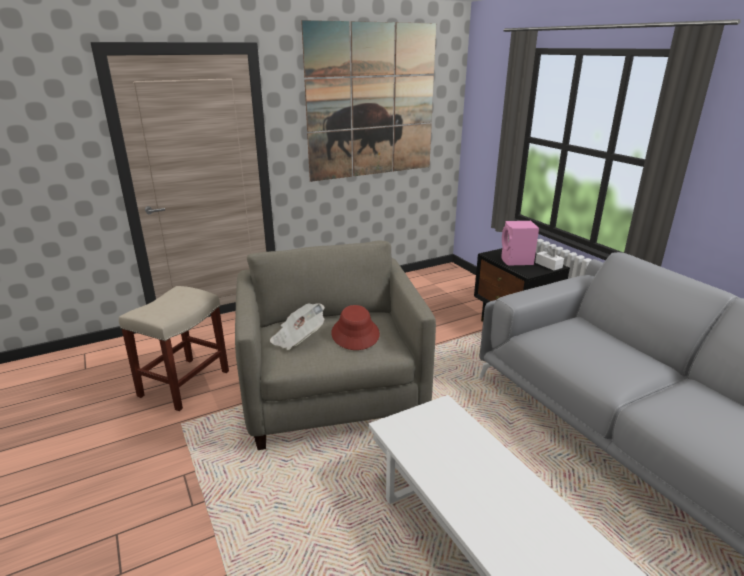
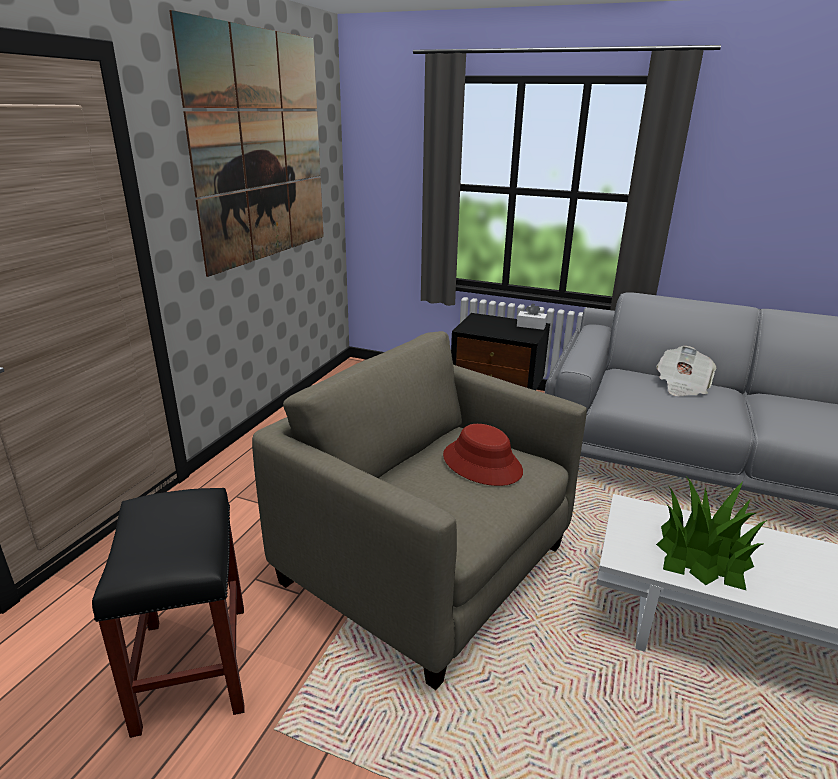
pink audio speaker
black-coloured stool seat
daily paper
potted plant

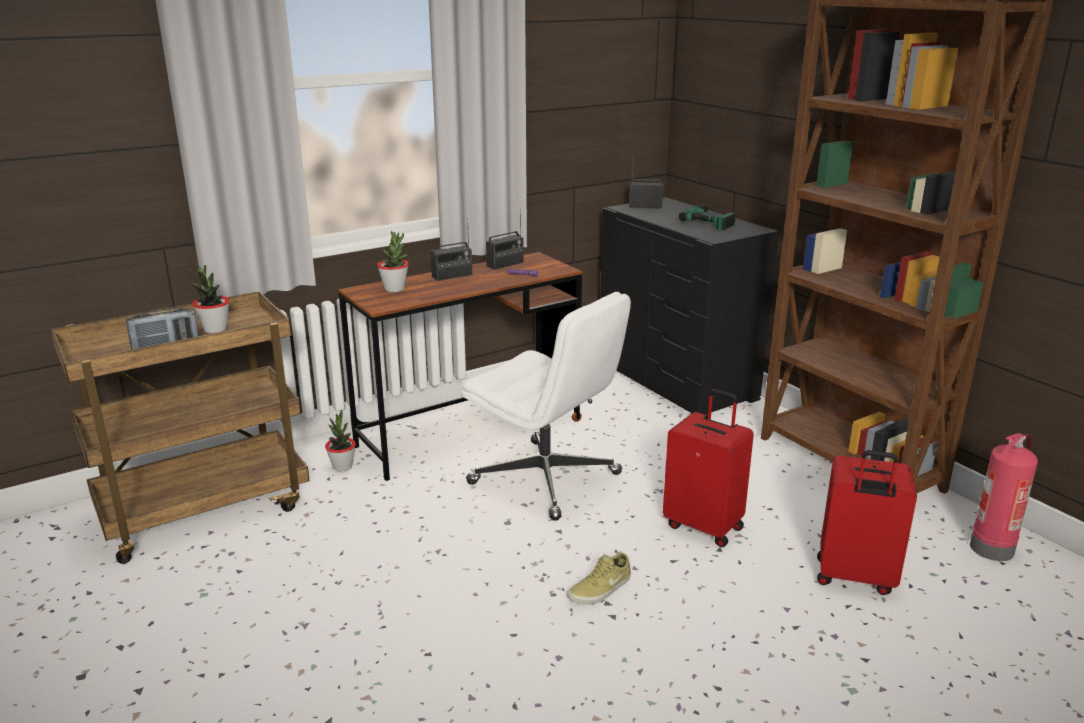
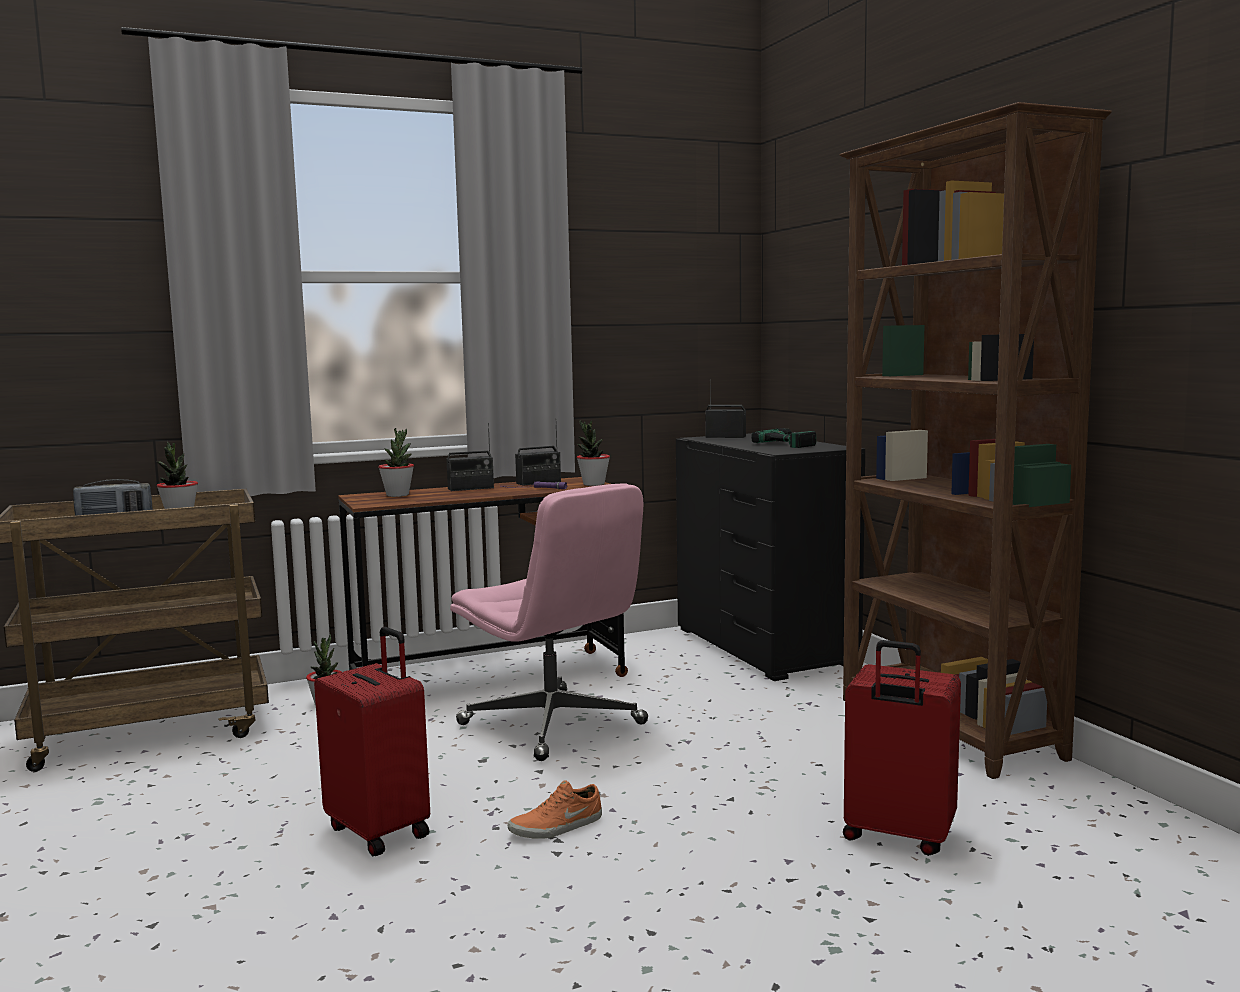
pink computer chair
reddish suitcase (1st from left)
fire-fighting cylinder
orange item of footwear
potted plant (4th from left)

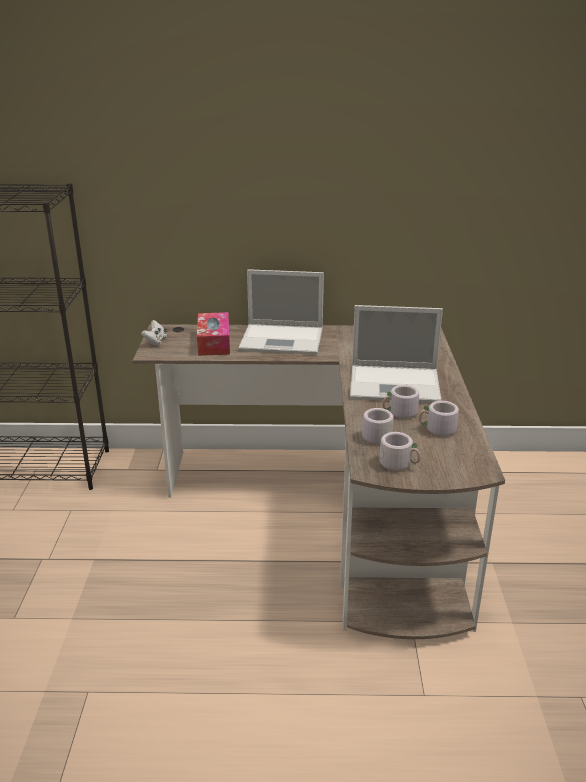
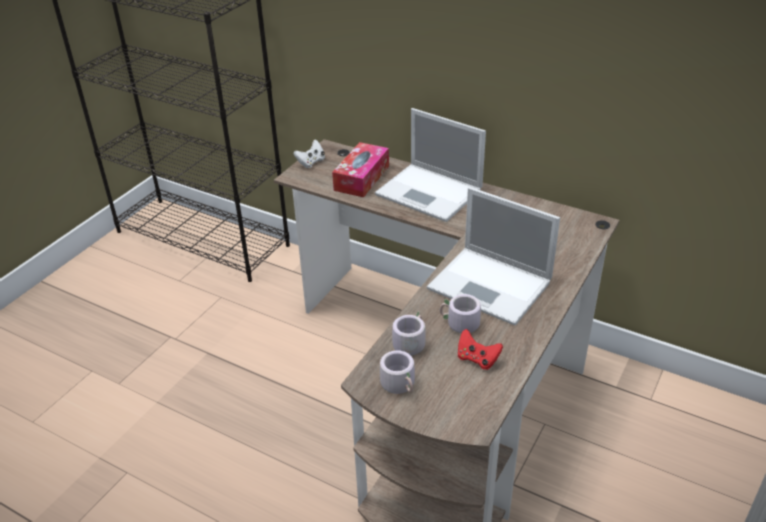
reddish gamepad

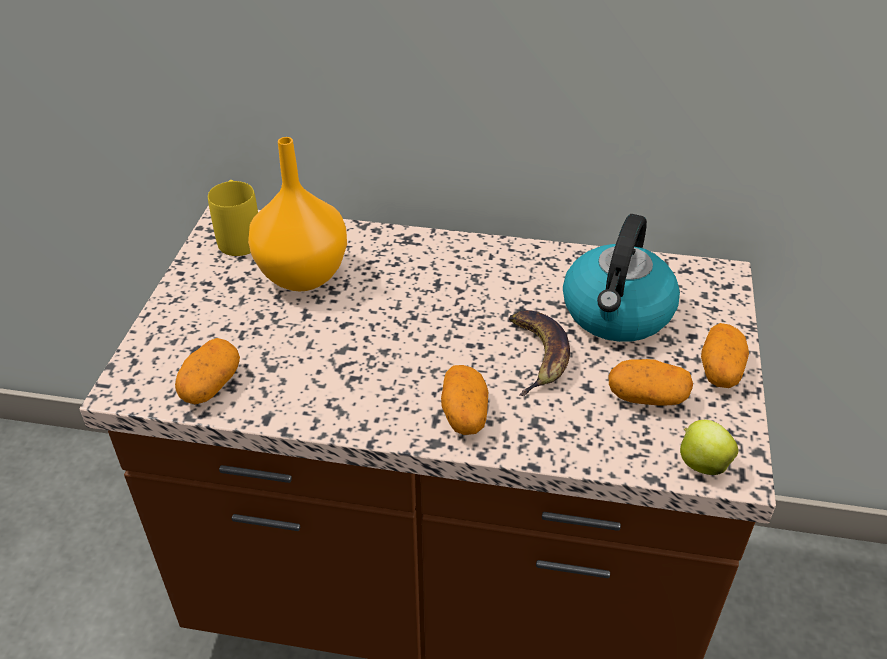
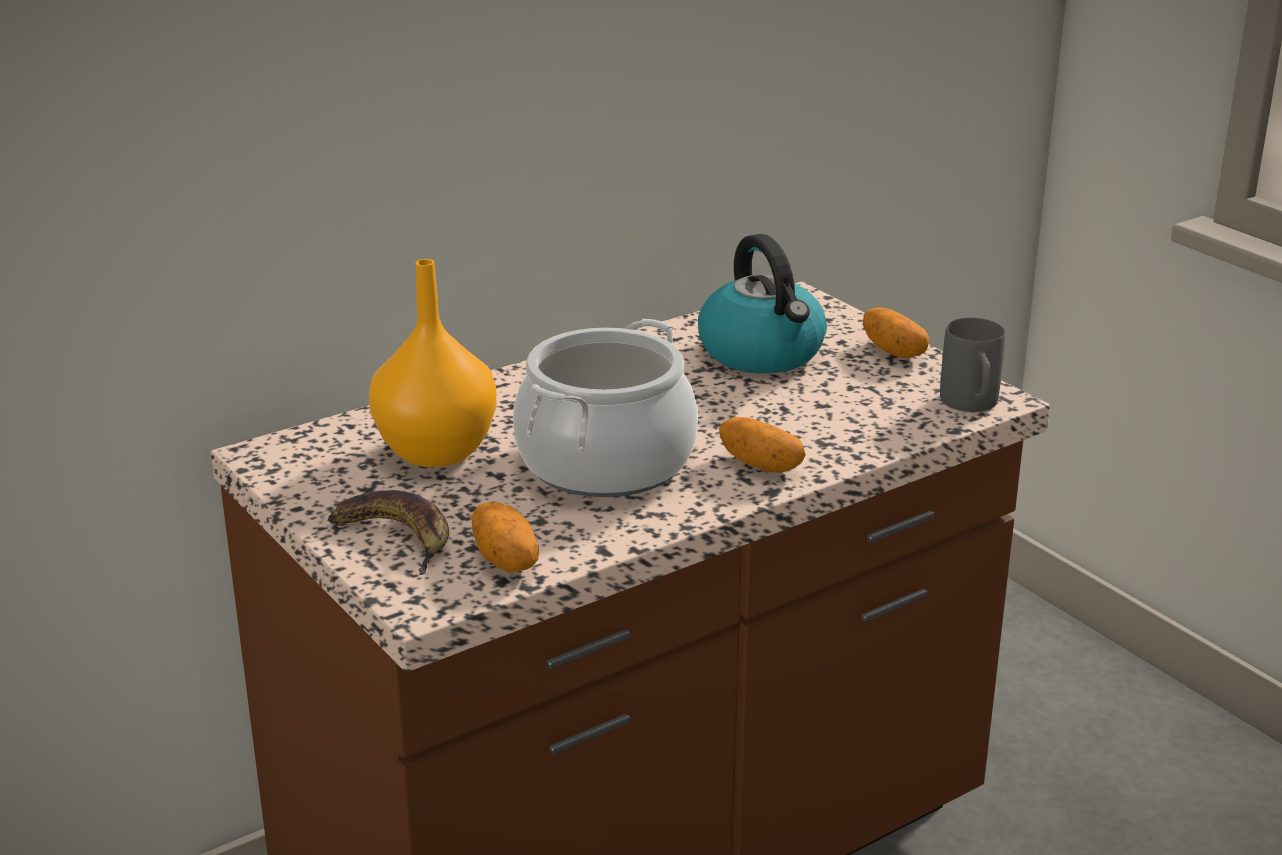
yellow-coloured tea mug
banana
whole potato (3rd from left in the first image)
grey tea mug
stockpot

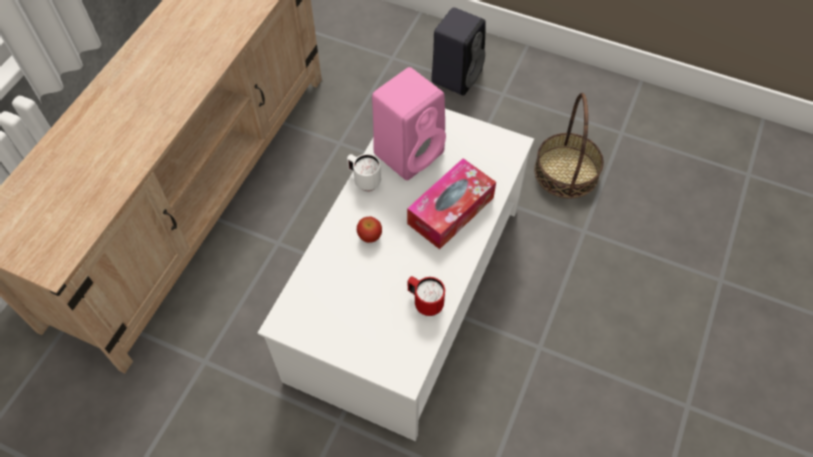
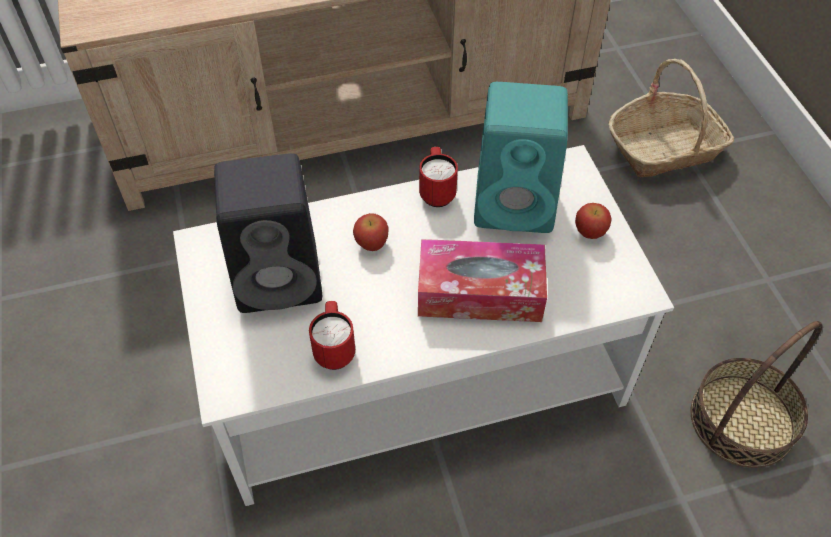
black-coloured audio speaker
blue-green audio speaker
reddish tea mug (2nd from left)
basket (1st from left)
apple (2nd from left)

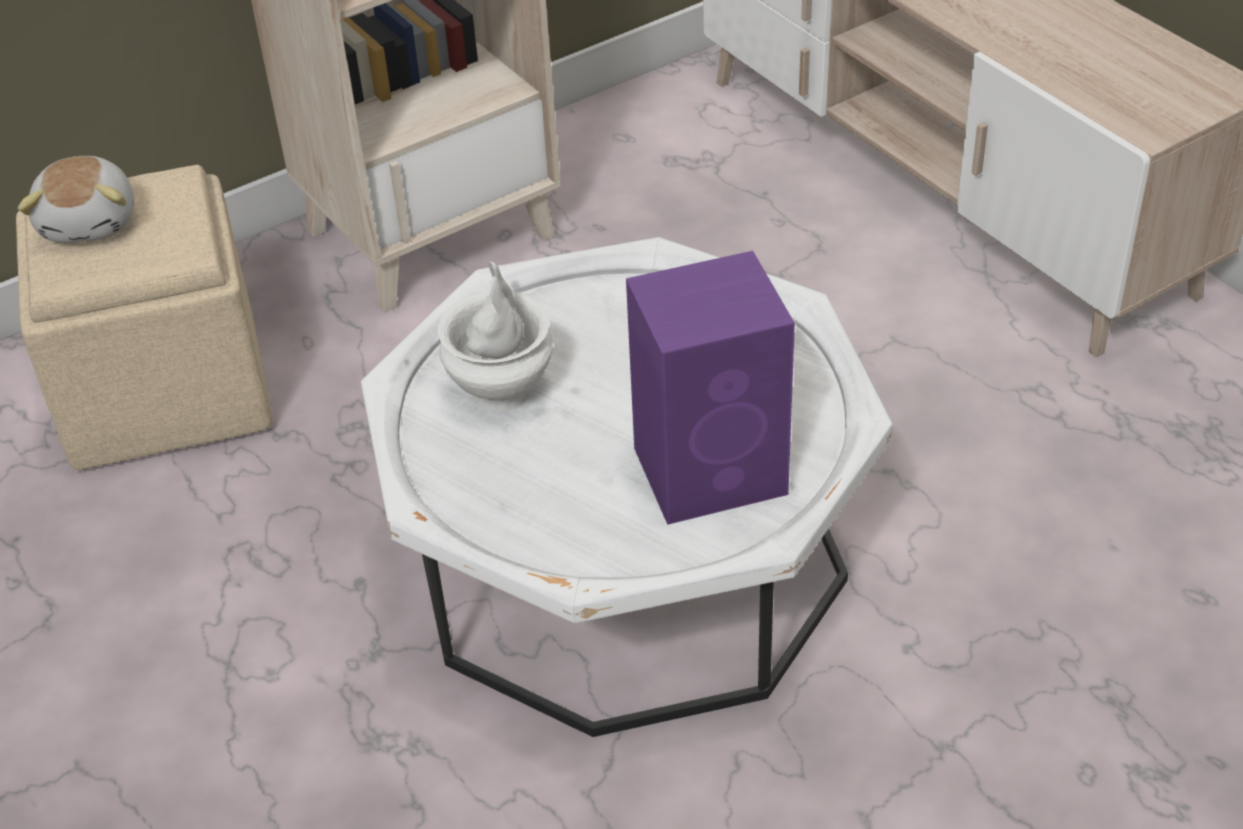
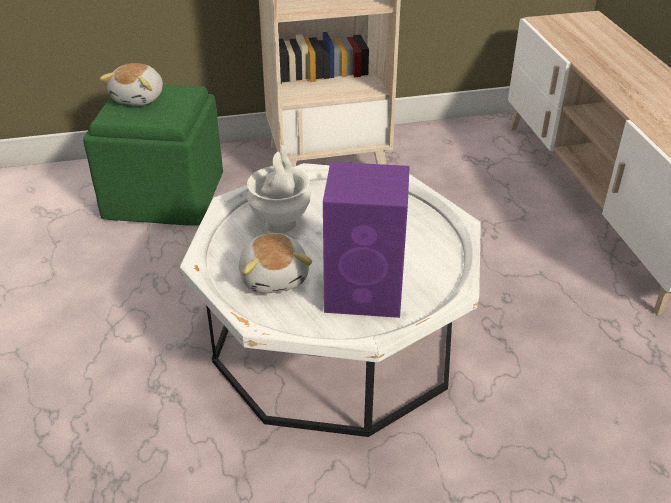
green pouffe
cuddly toy (2nd from left)

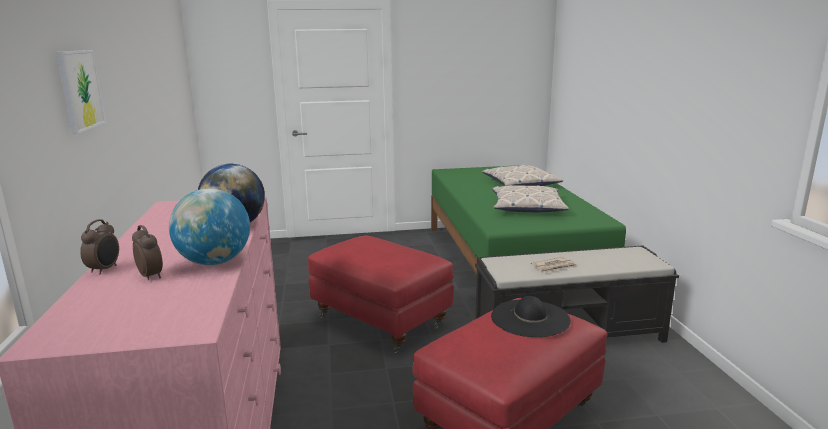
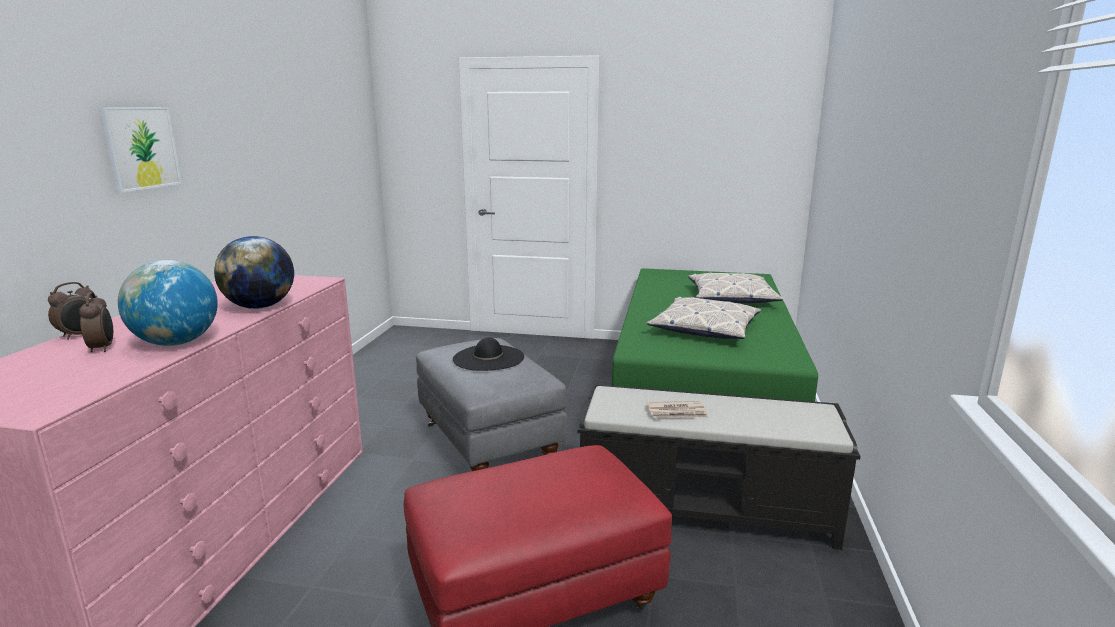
grey pouffe
black-coloured wearable hat

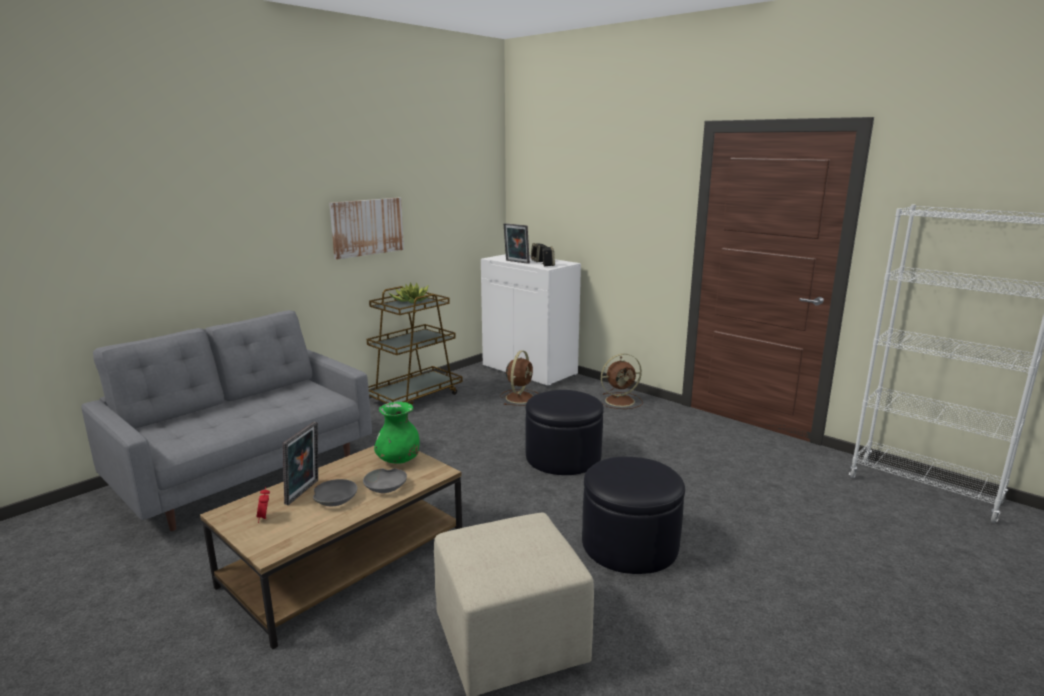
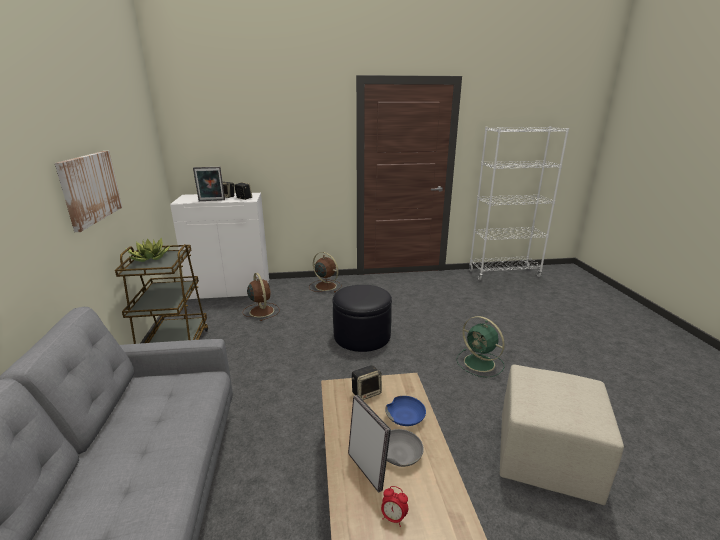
brown cooling fan (2nd from left)
audio speaker (3rd from left)
green cooling fan
bluish deep dish

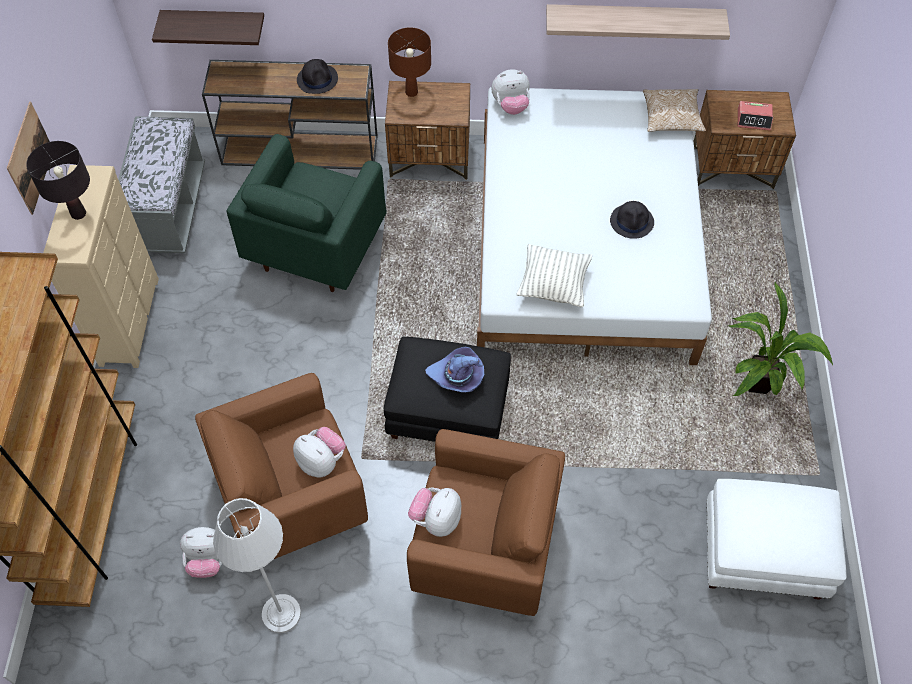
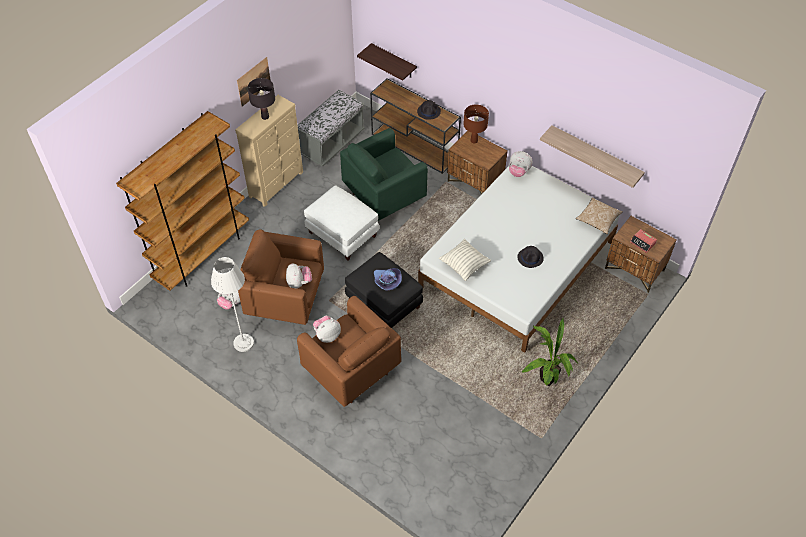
whitish pouffe

